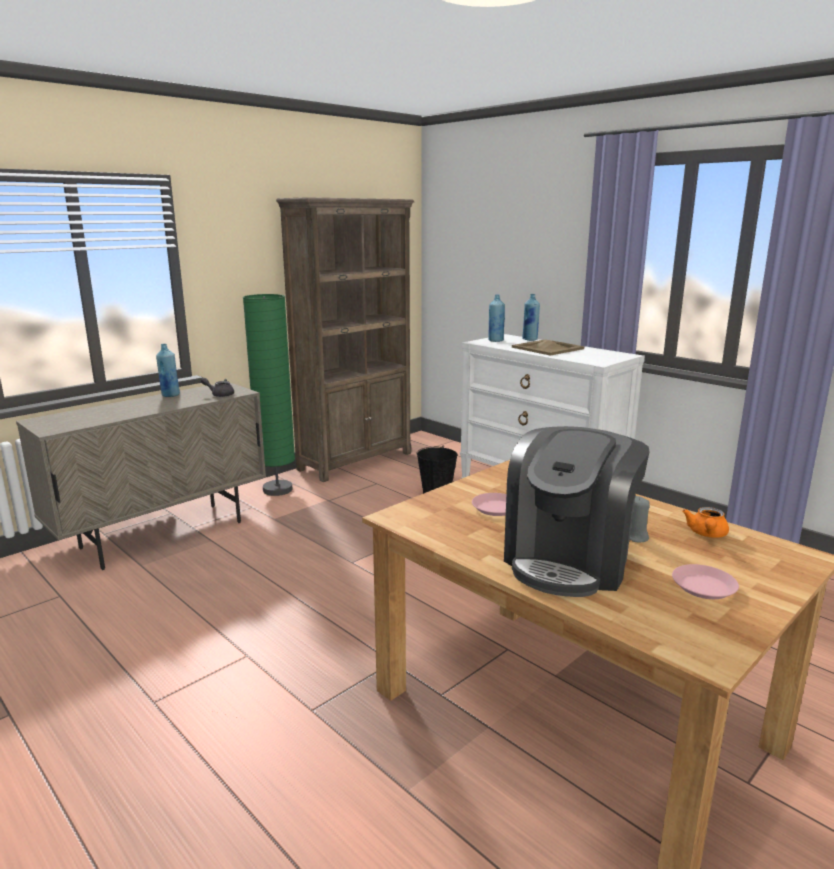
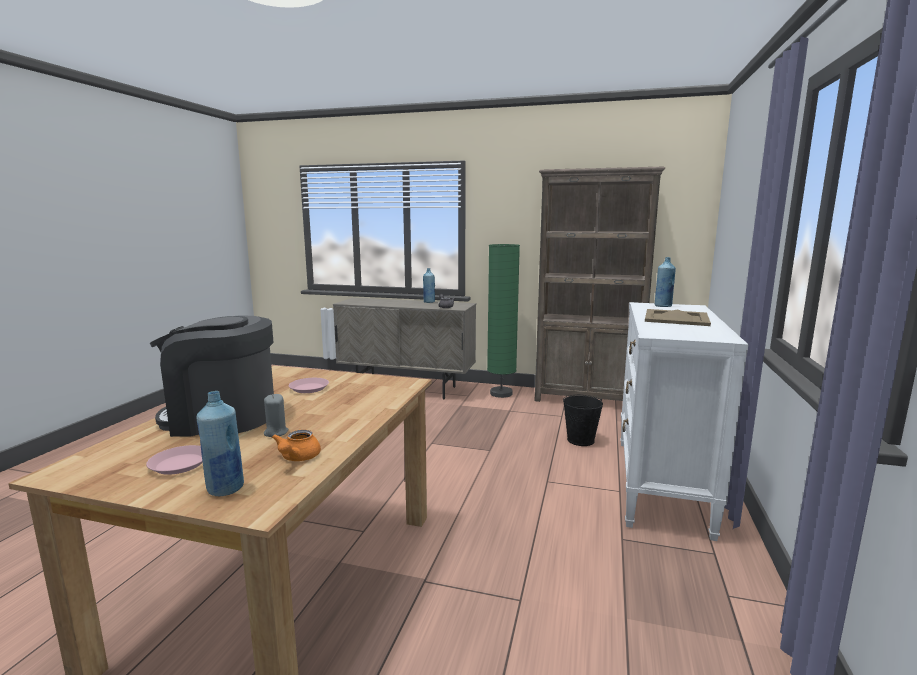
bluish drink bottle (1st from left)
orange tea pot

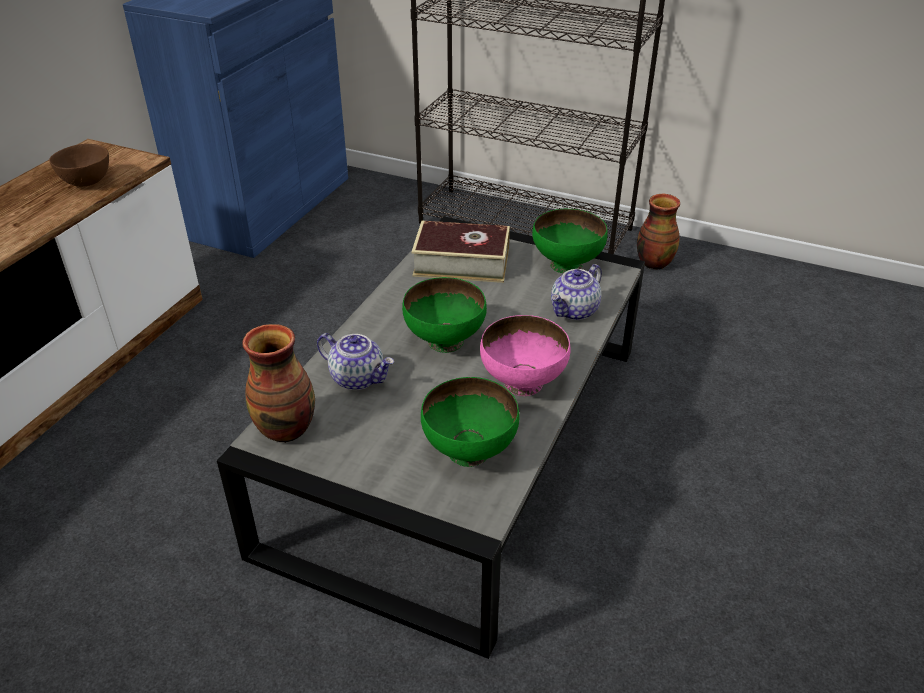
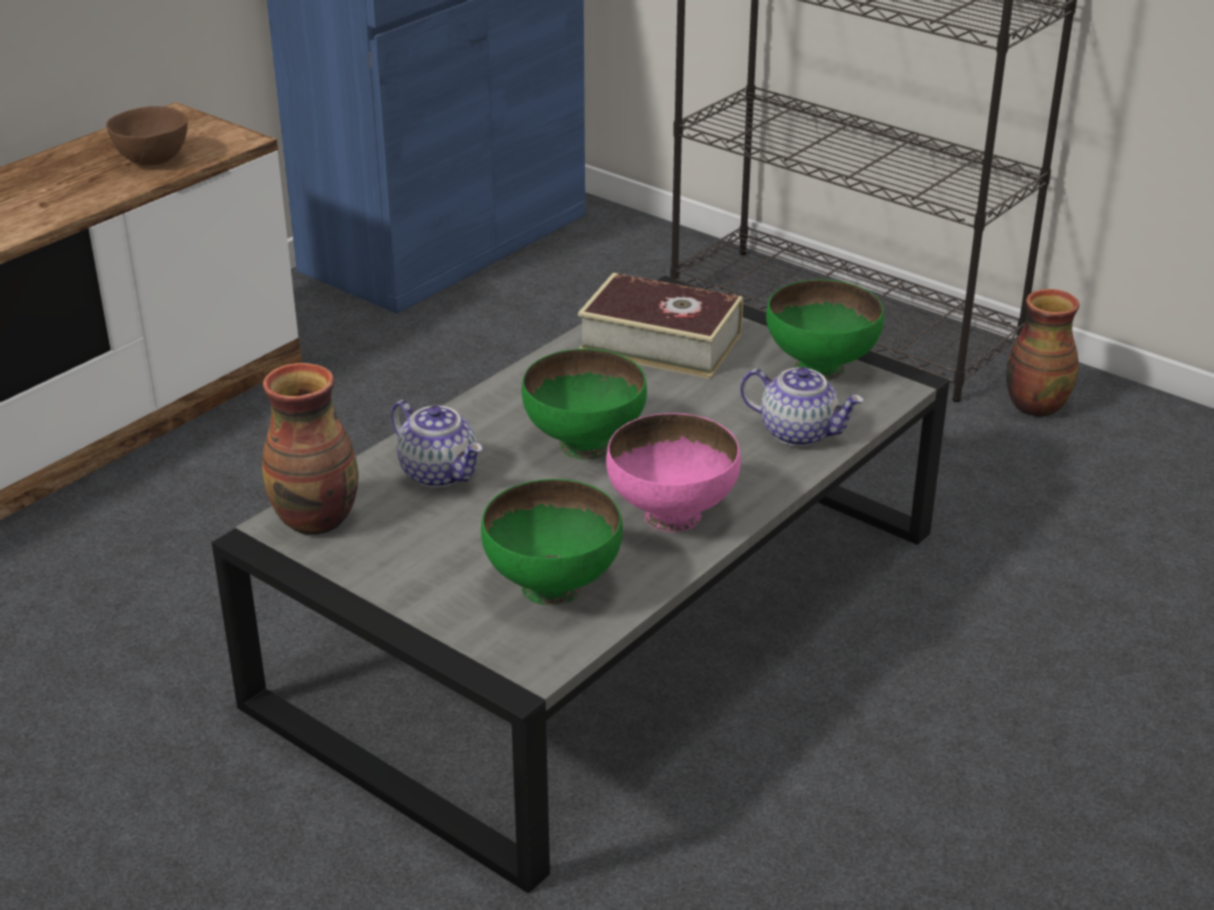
tea pot (2nd from left)

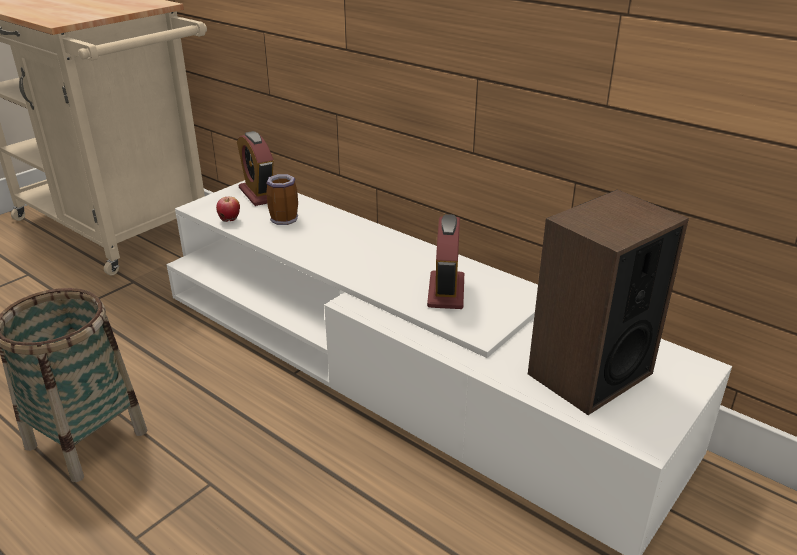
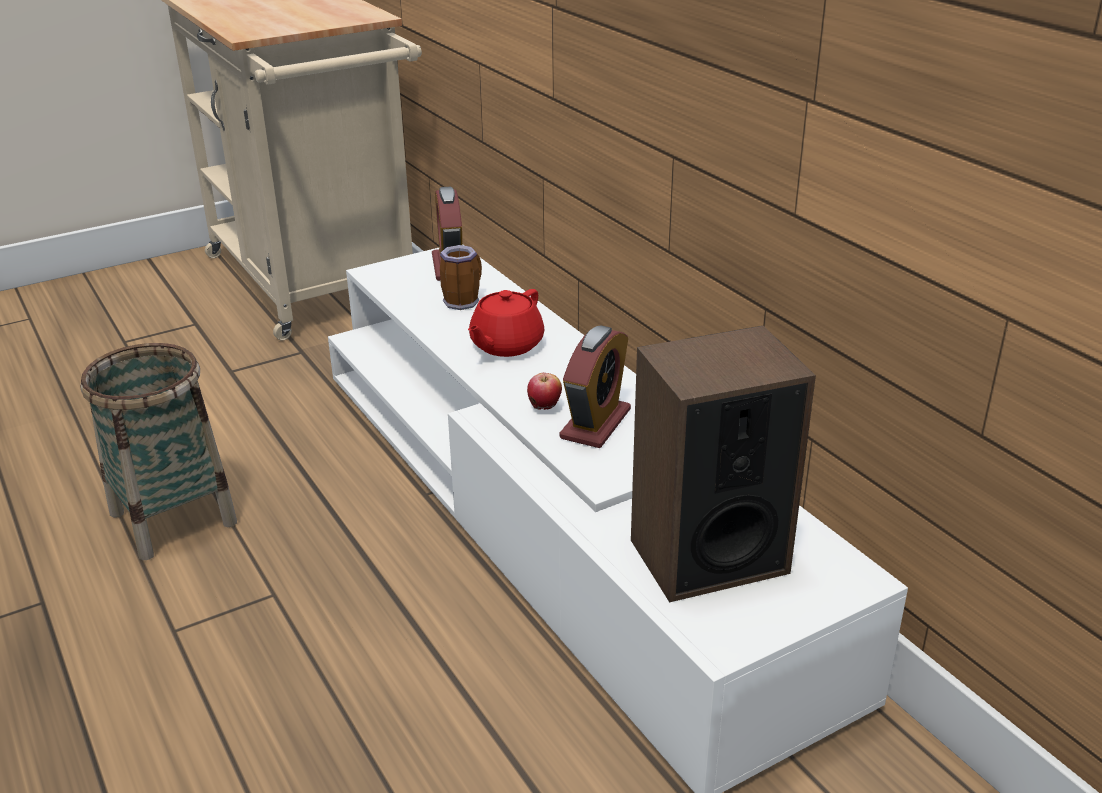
apple
reddish tea pot

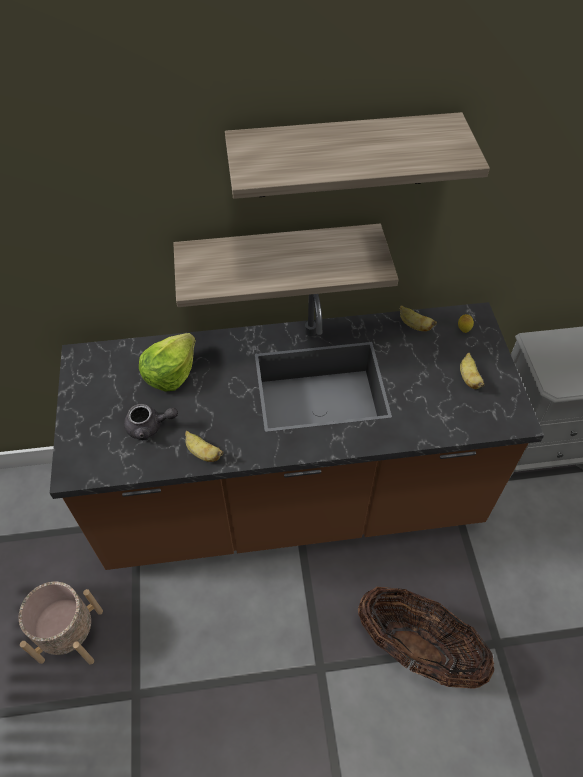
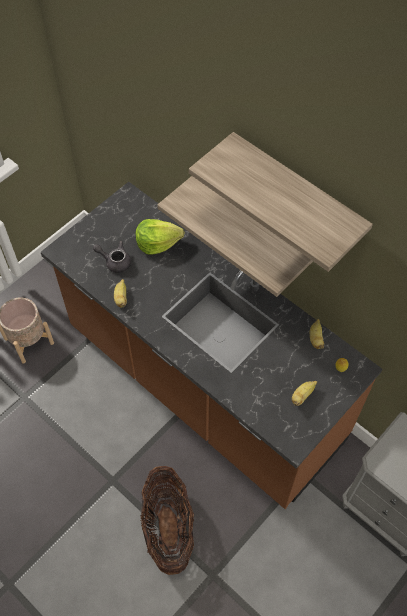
grey tea pot

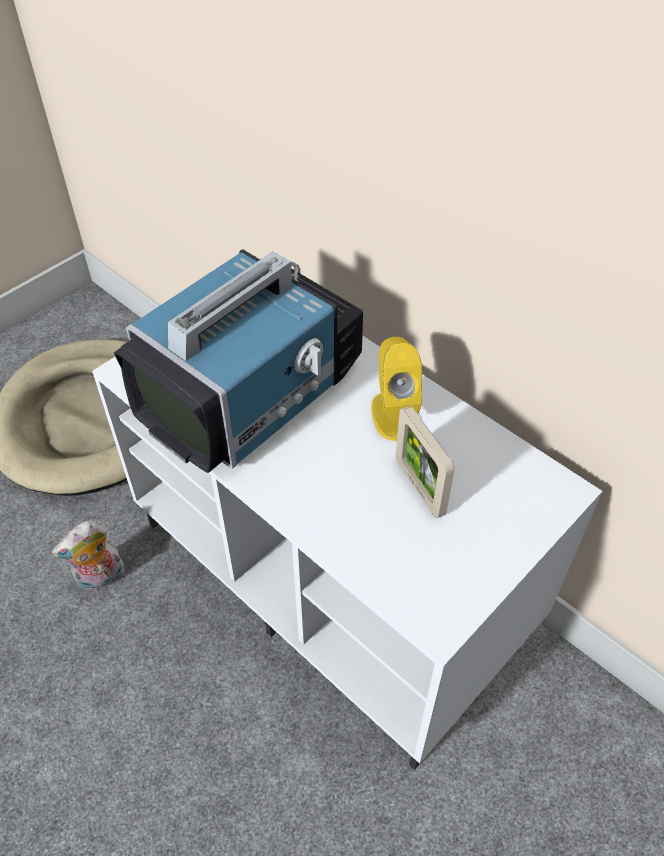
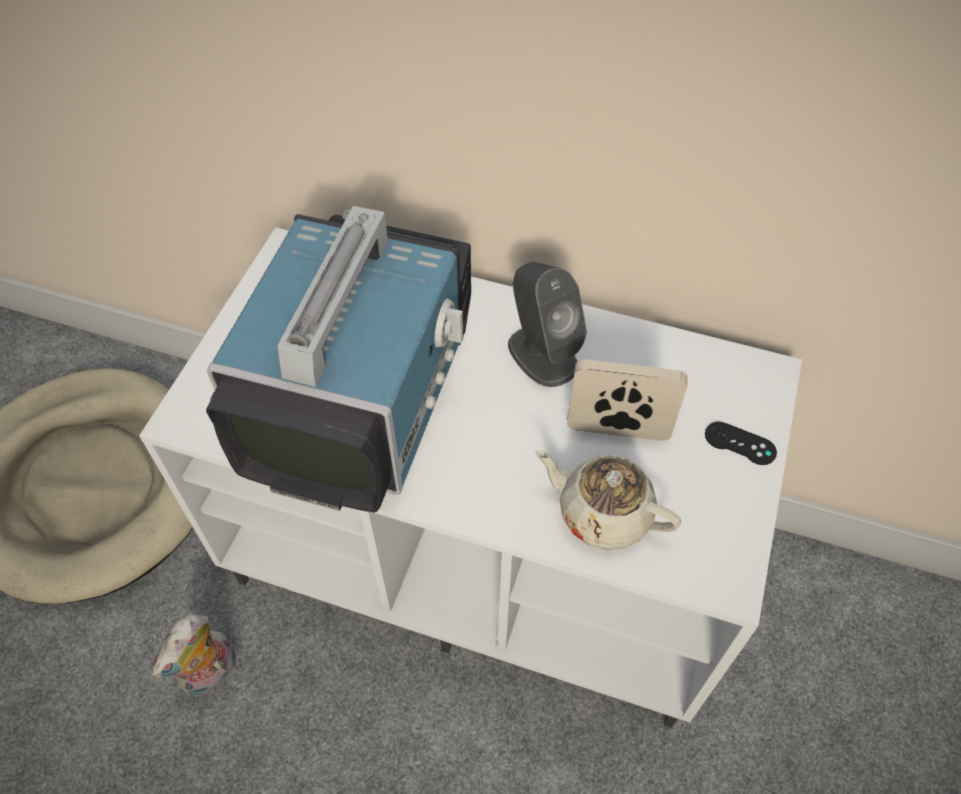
grey audio speaker
photo frame
black-coloured gamepad
beige-coloured tea pot

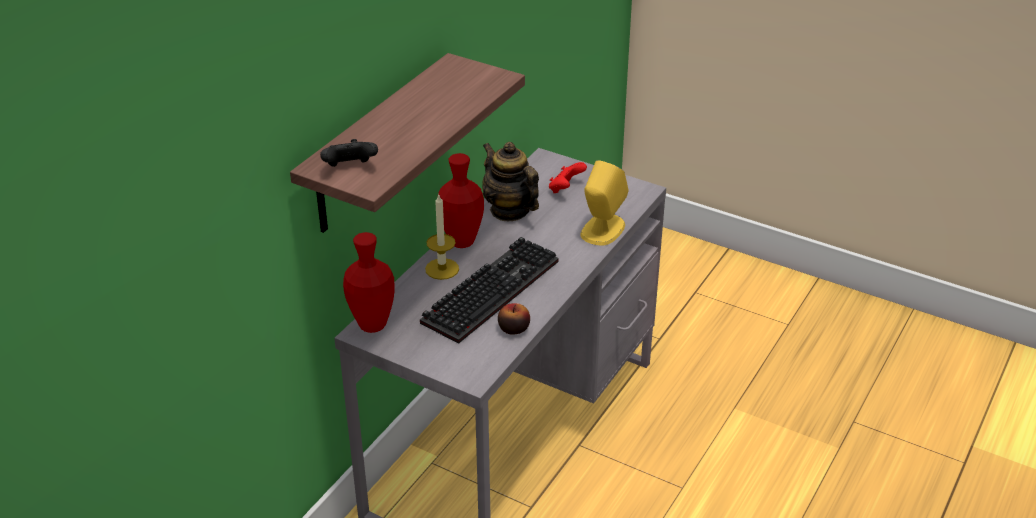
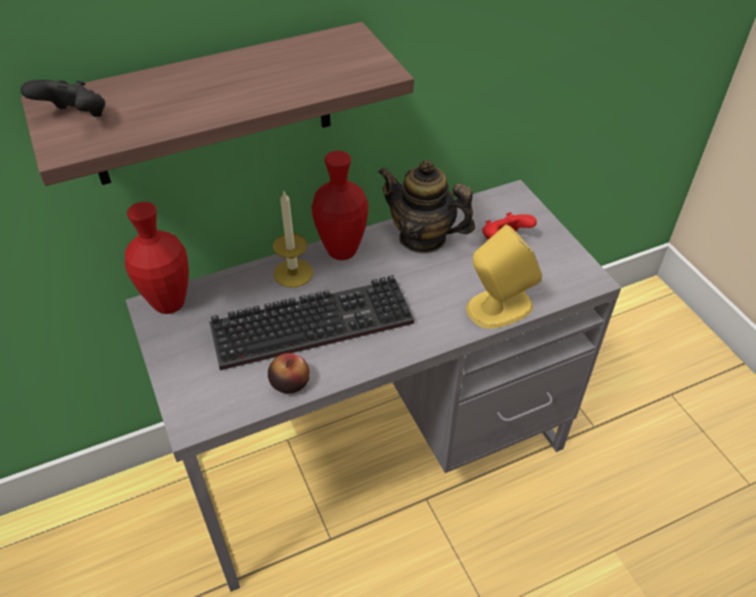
tea pot

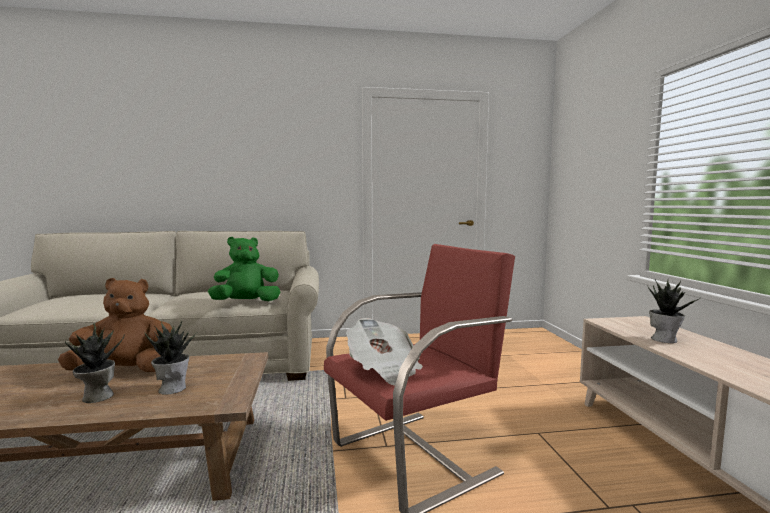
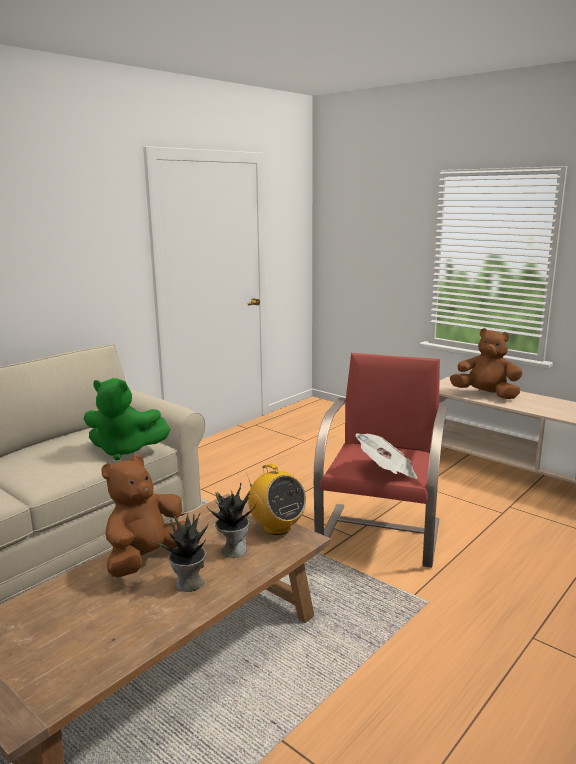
green cuddly toy
brown cuddly toy (2nd from left)
radio

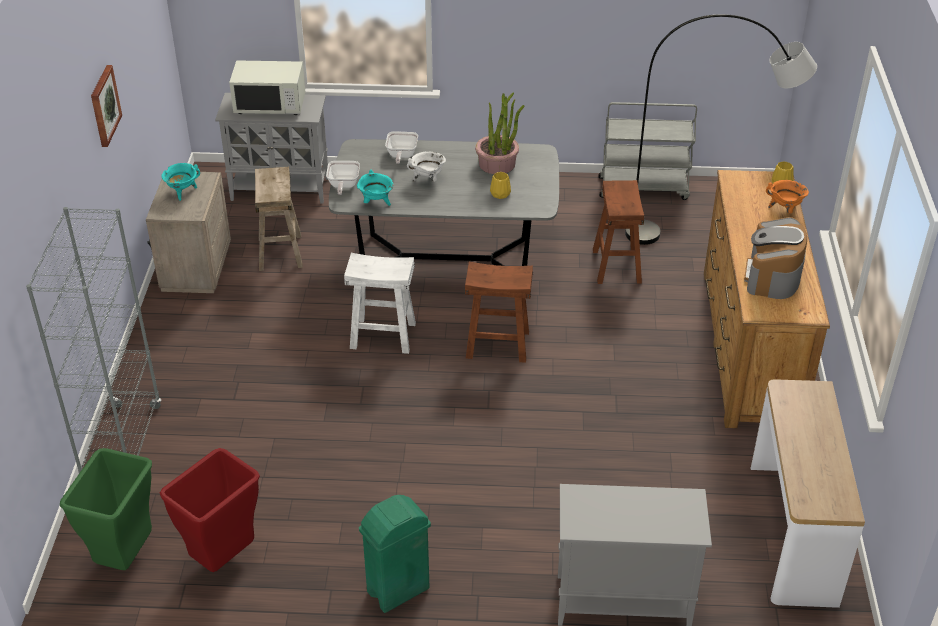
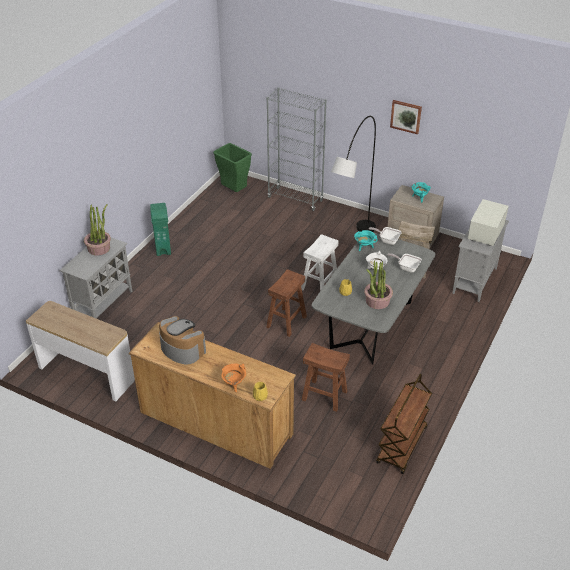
grey standing lamp
brown wheeled cart
reddish waste bin
potted plant (1st from left)

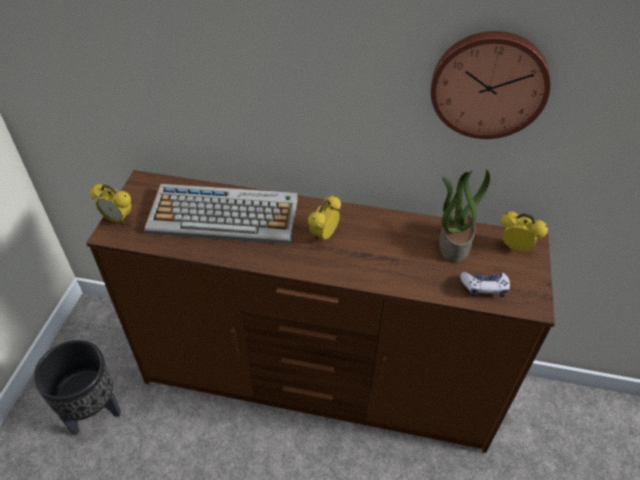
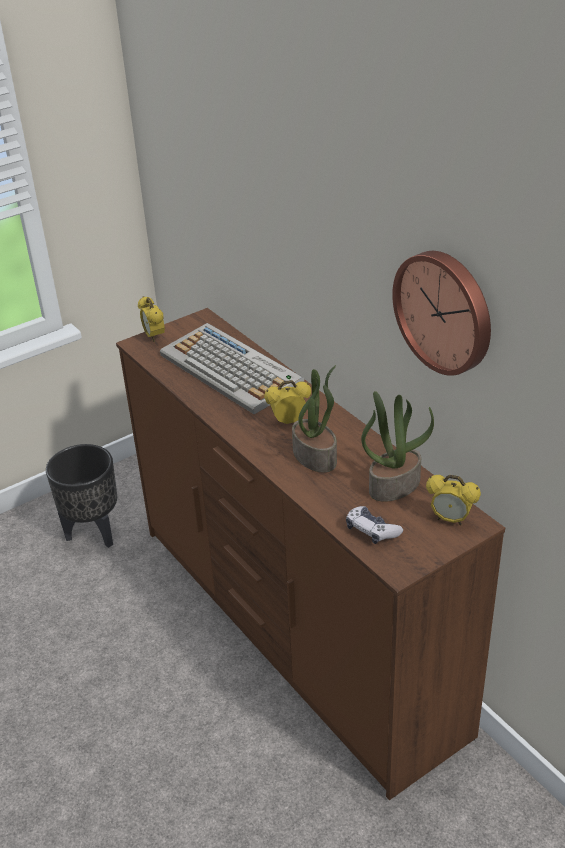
bedside clock (3rd from left)
potted plant (1st from left)

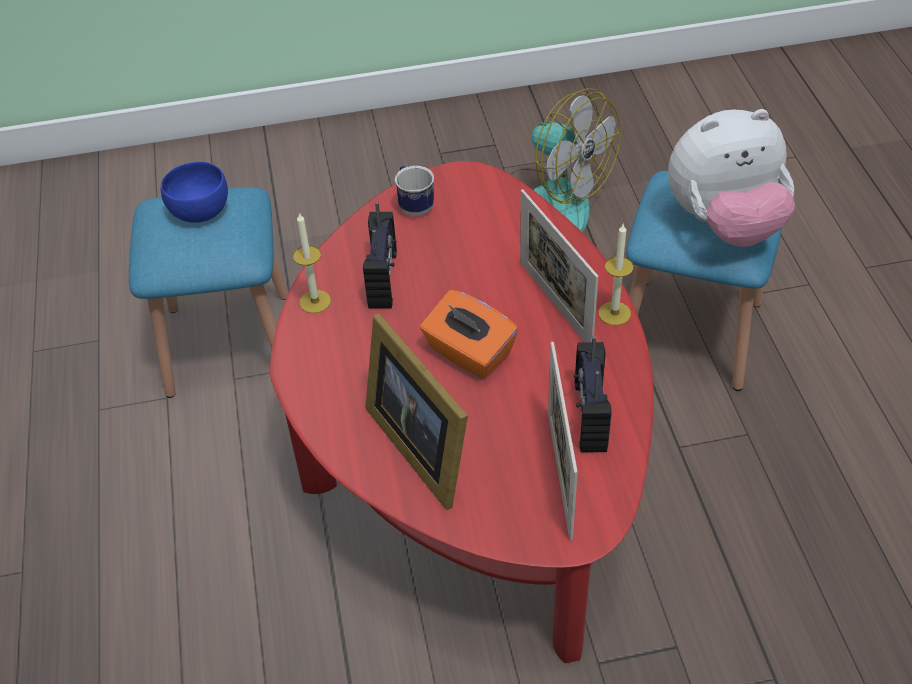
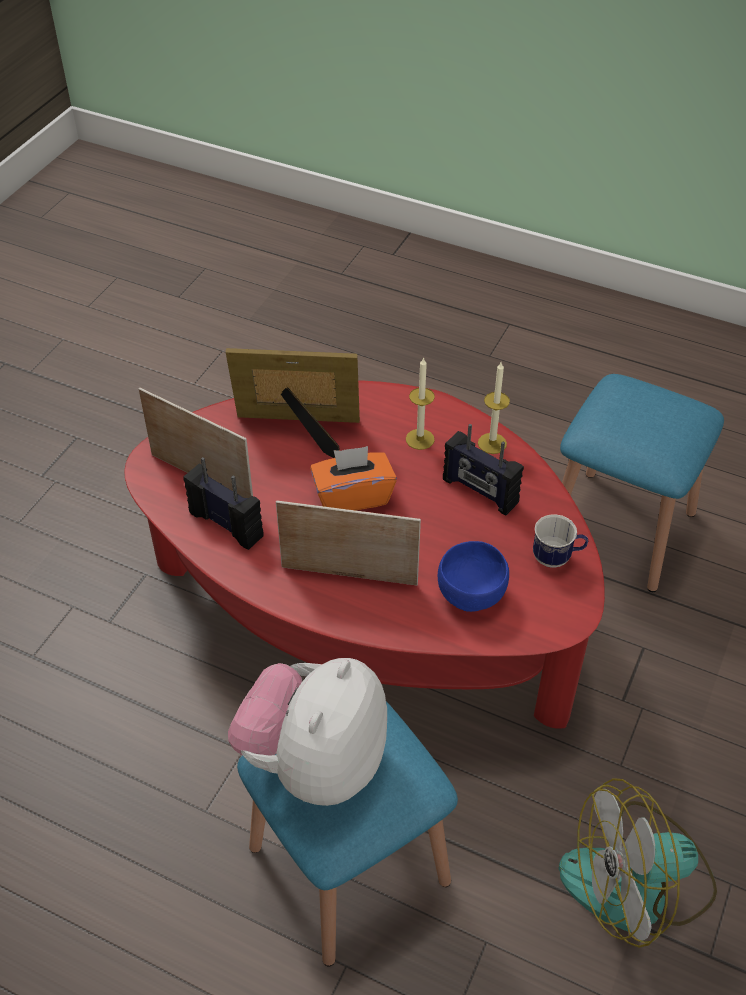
bluish deep dish
wax light (1st from left)

